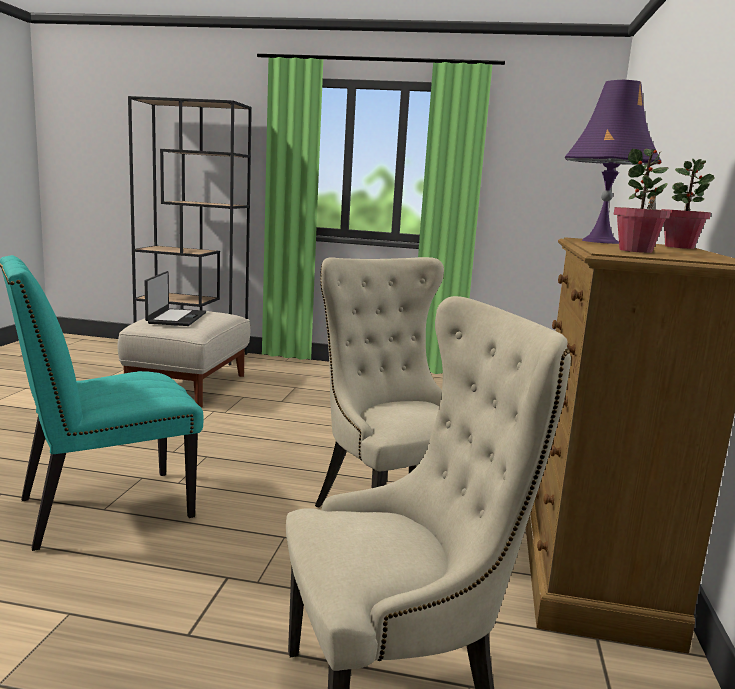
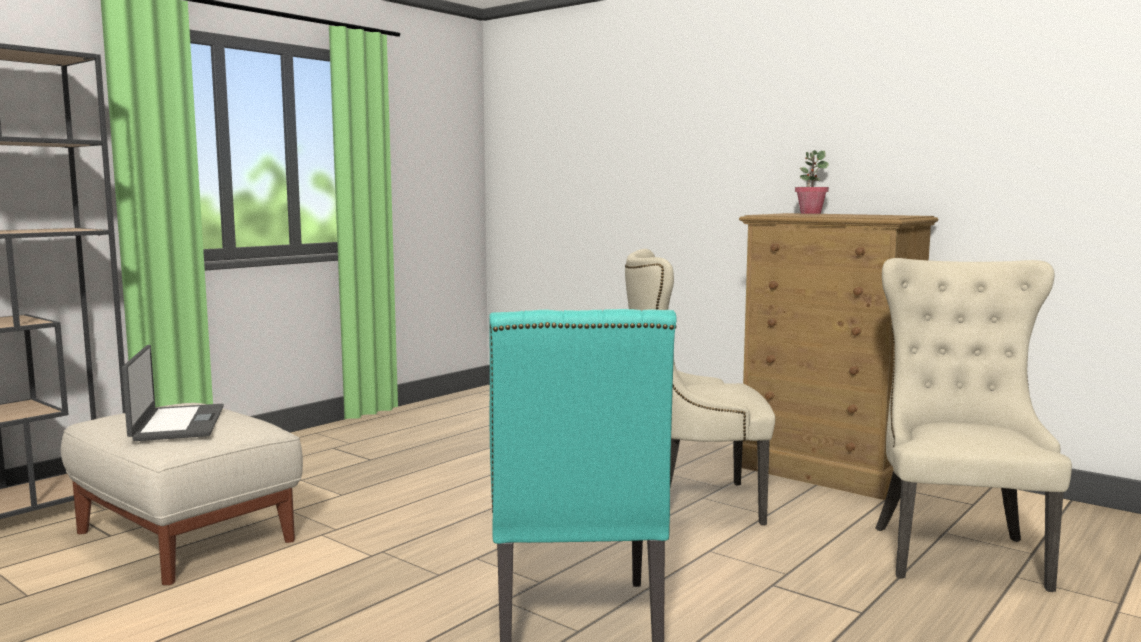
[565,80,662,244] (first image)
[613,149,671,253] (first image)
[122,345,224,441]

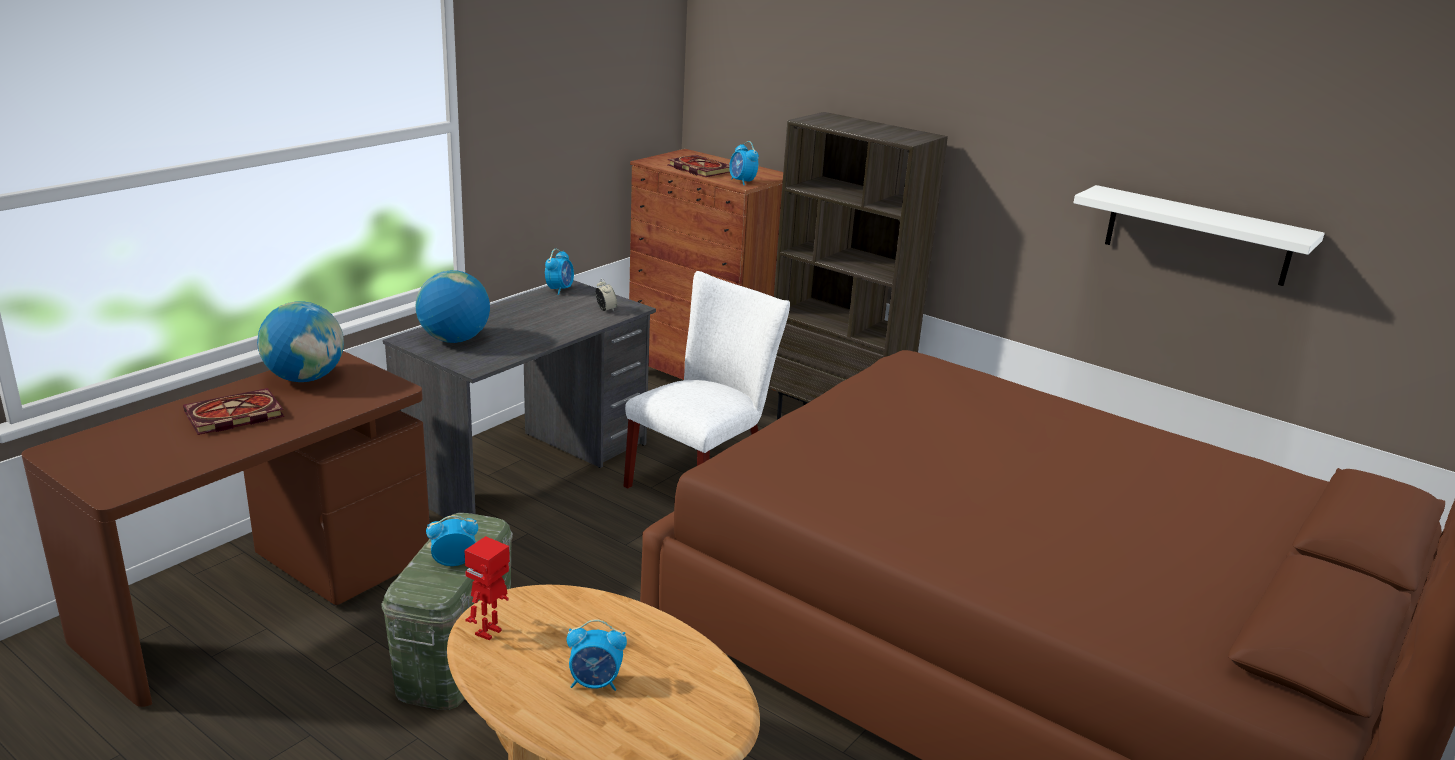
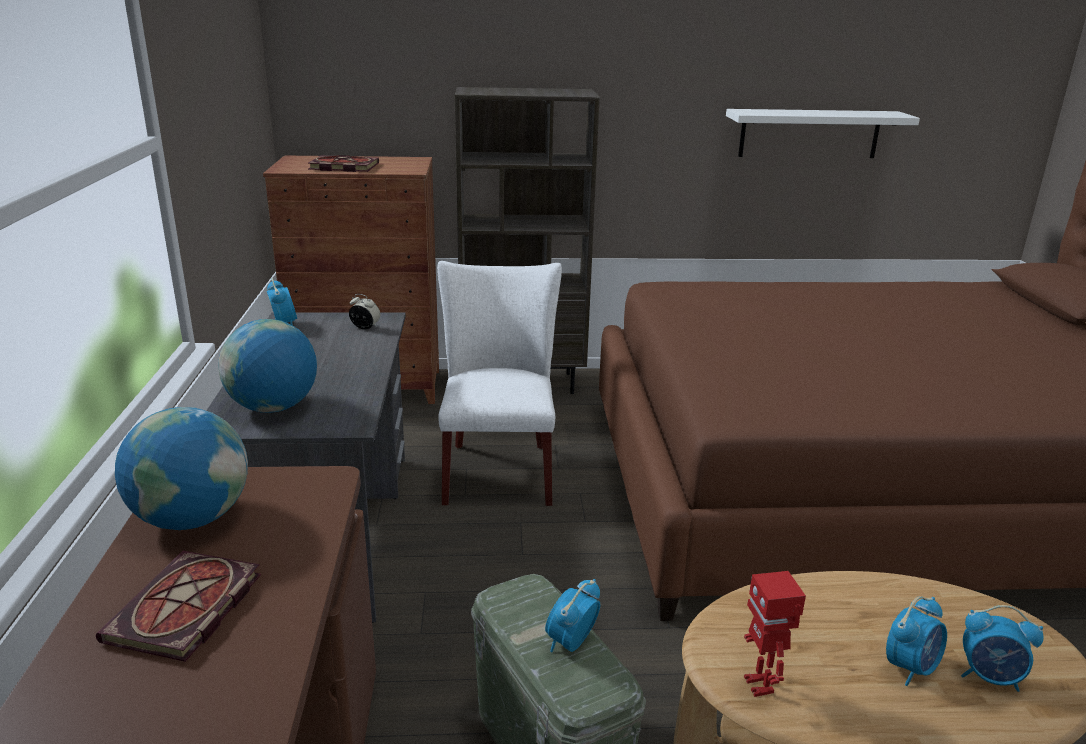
[961,605,1044,692]

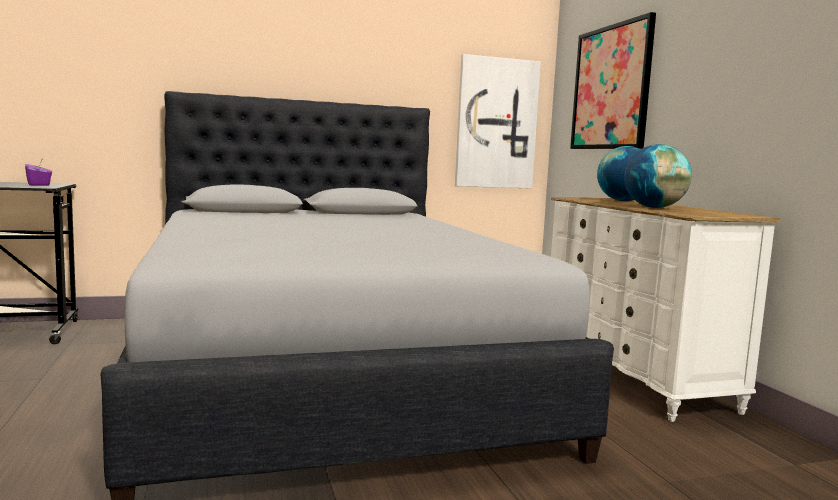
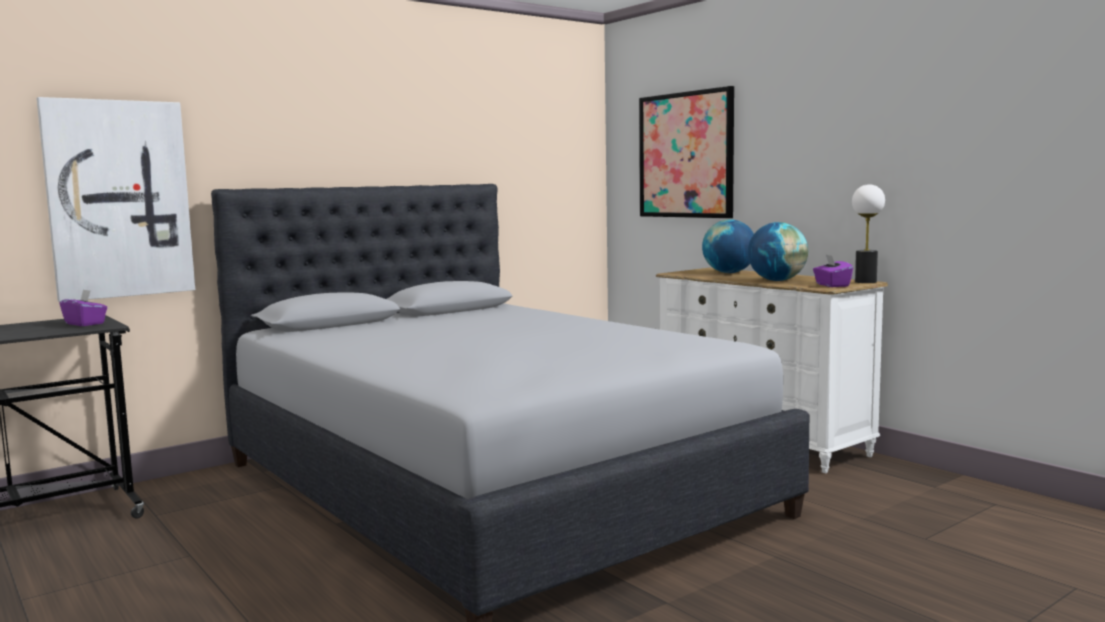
[36,97,195,302]
[852,184,885,283]
[813,255,853,287]

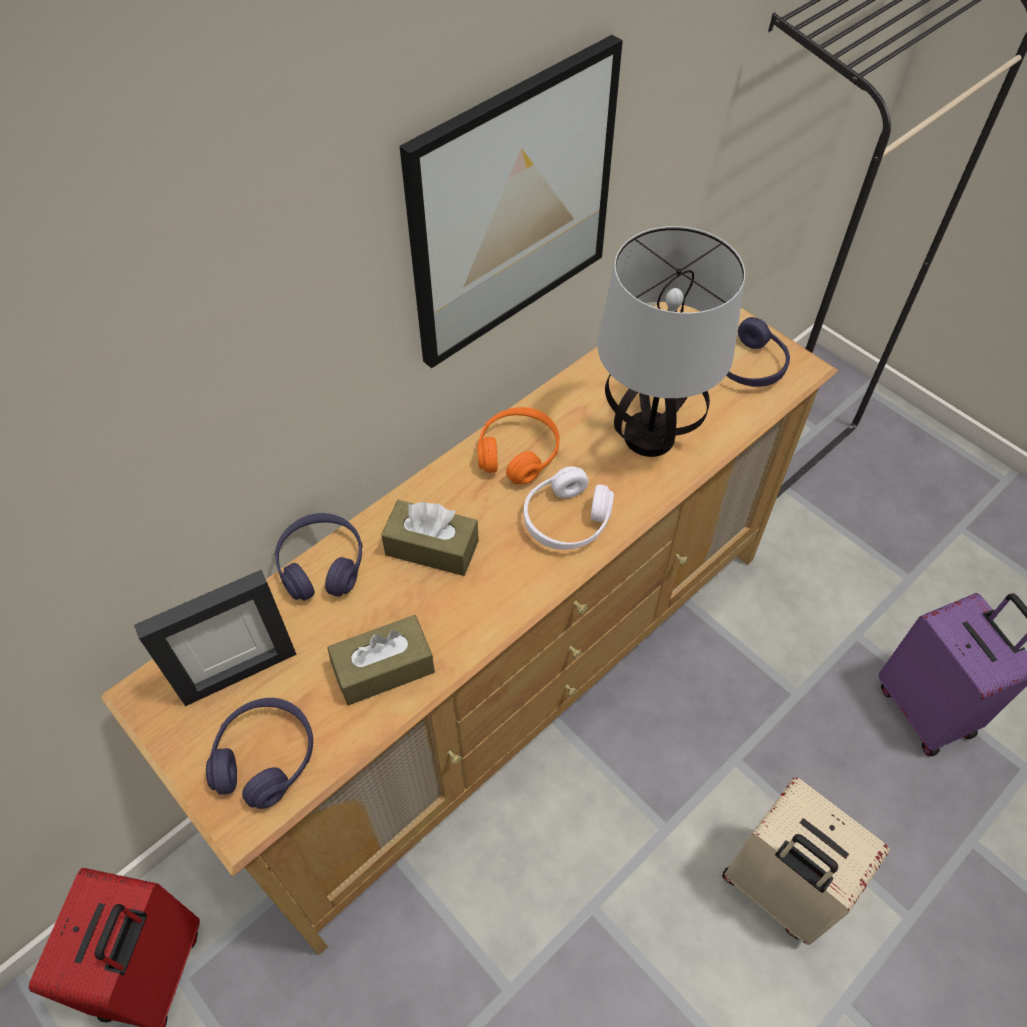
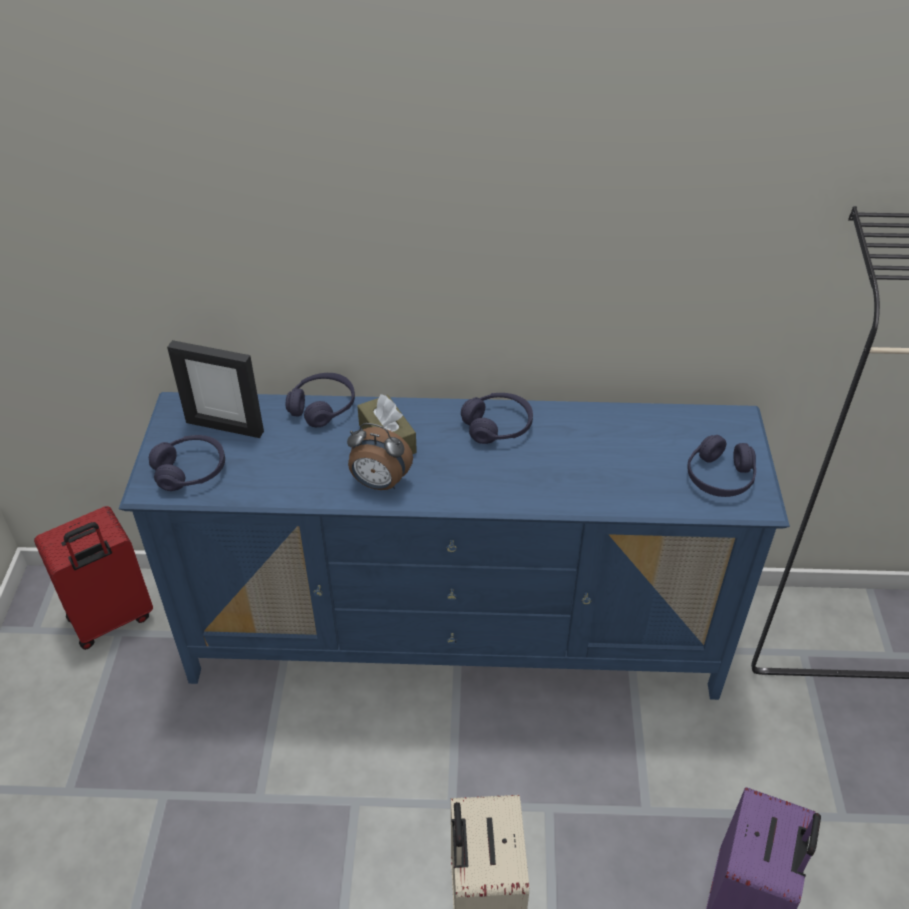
[400,35,623,368] (first image)
[597,226,745,457] (first image)
[119,392,790,700]
[461,393,533,444]
[524,466,614,550] (first image)
[327,615,435,705] (first image)
[347,423,413,490]

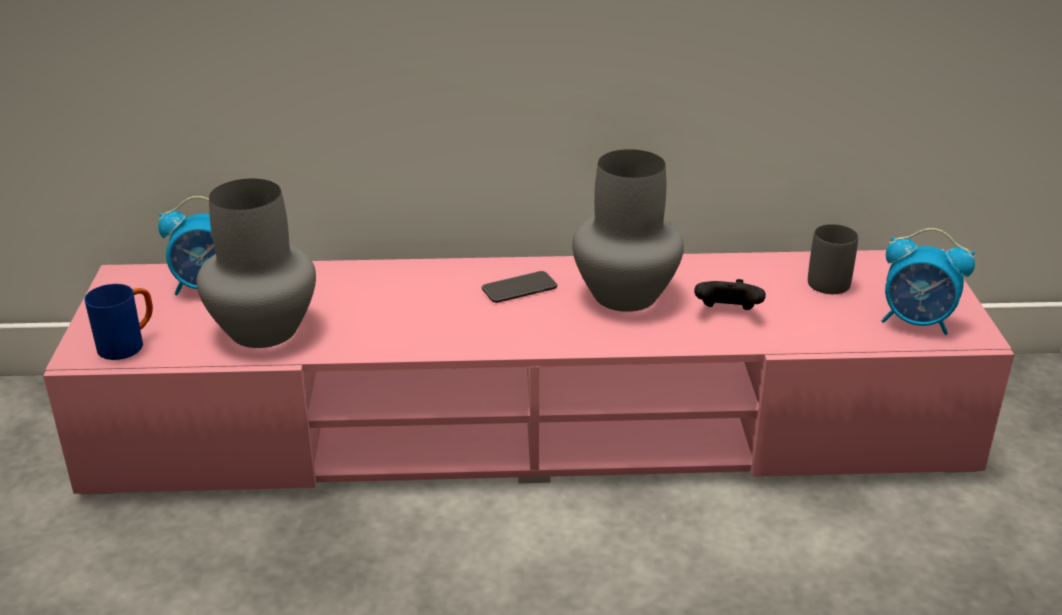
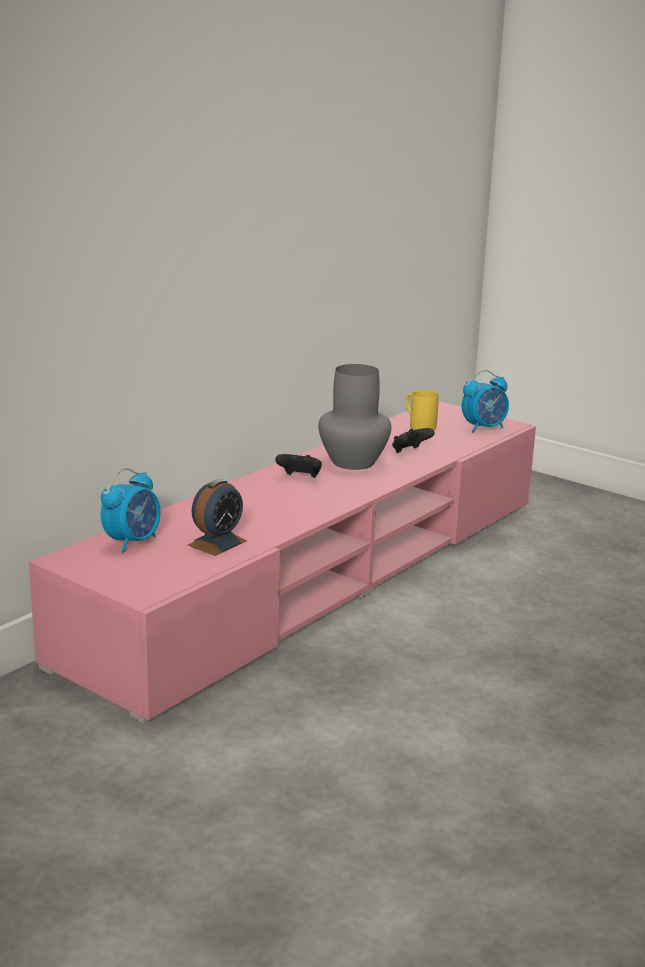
[188,479,247,556]
[406,390,439,430]
[275,454,322,478]
[84,284,153,360] (first image)

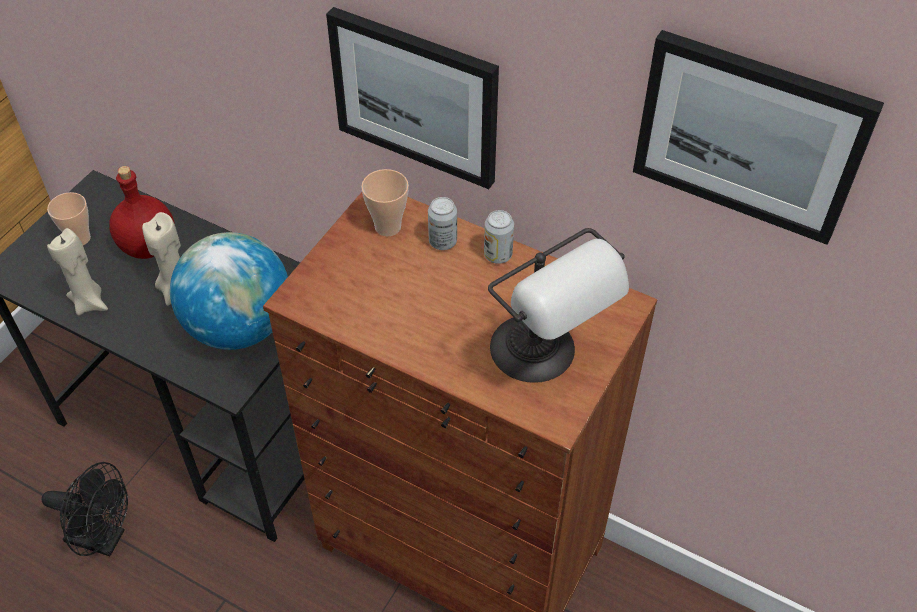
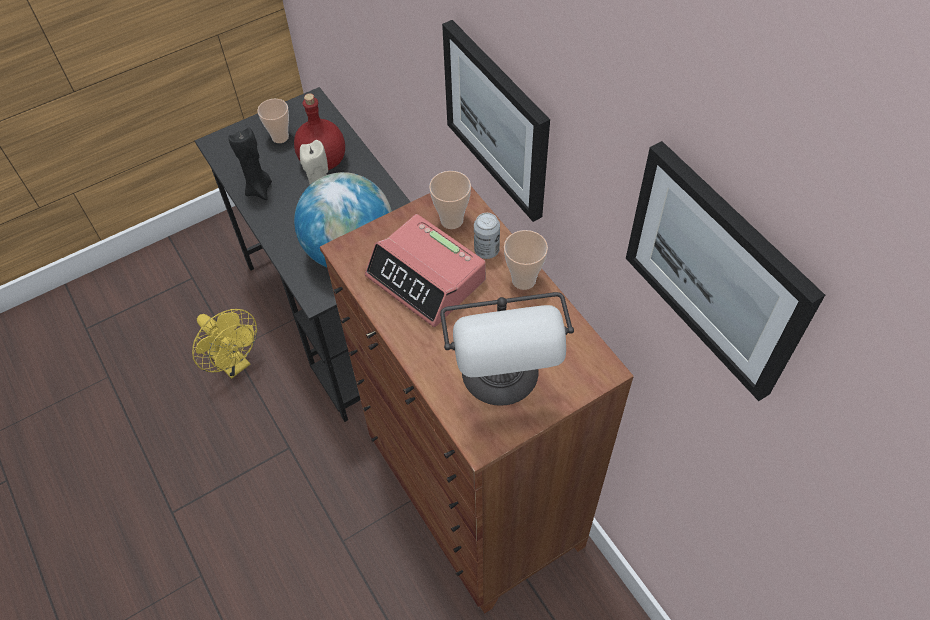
[504,230,548,290]
[228,128,272,200]
[192,309,257,379]
[365,214,486,327]

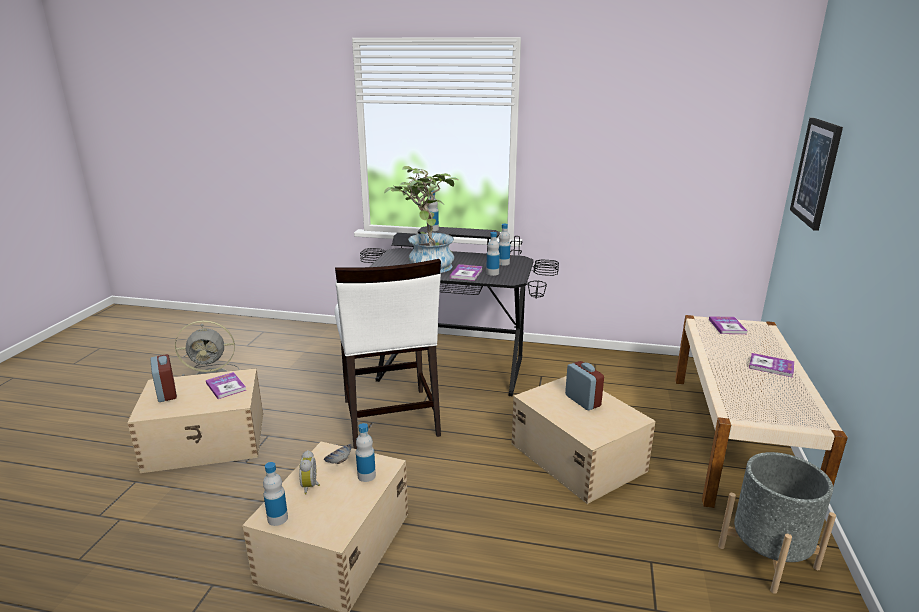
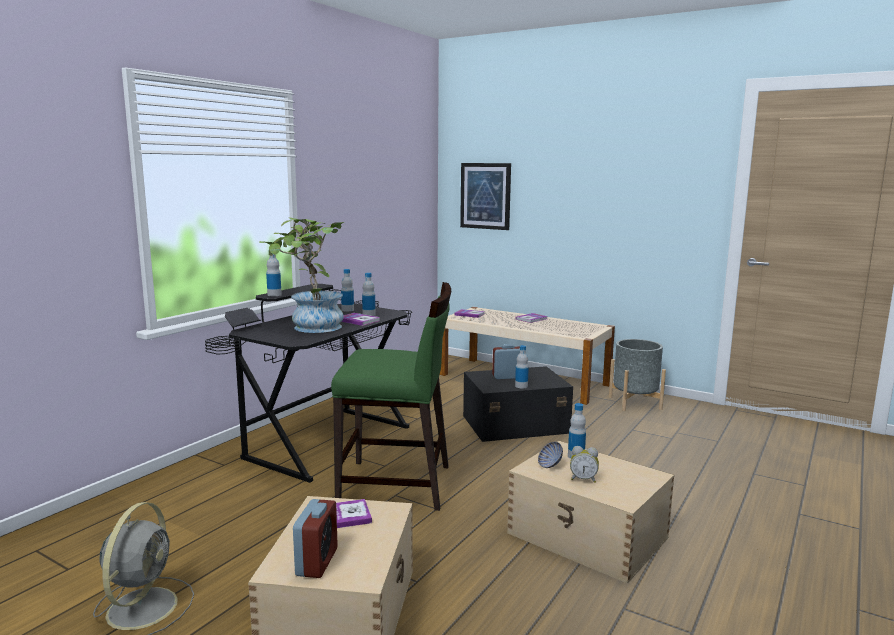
[331,282,451,511]
[293,499,338,578]
[463,366,573,442]
[515,345,529,388]

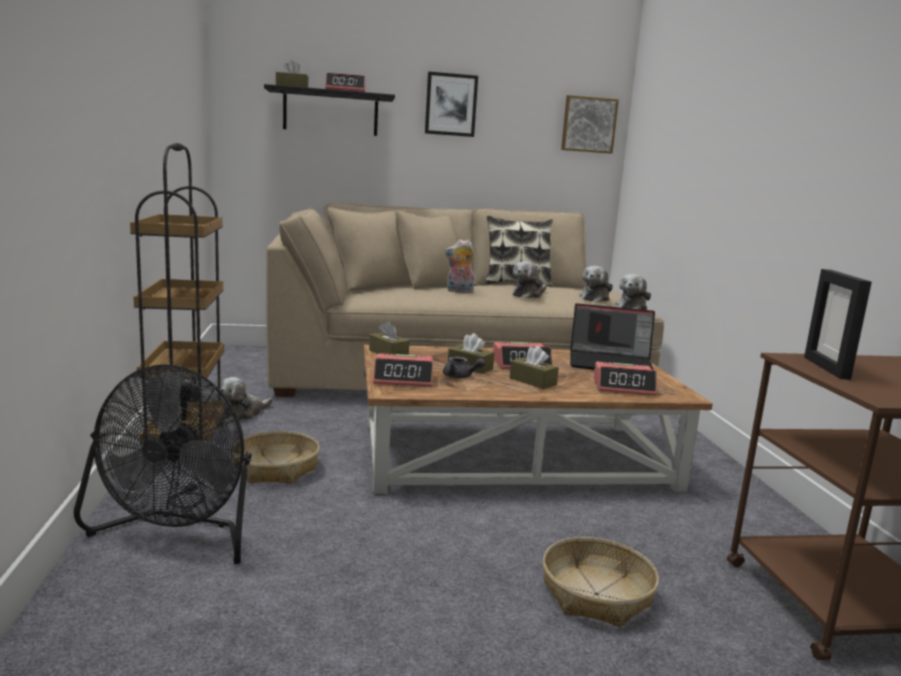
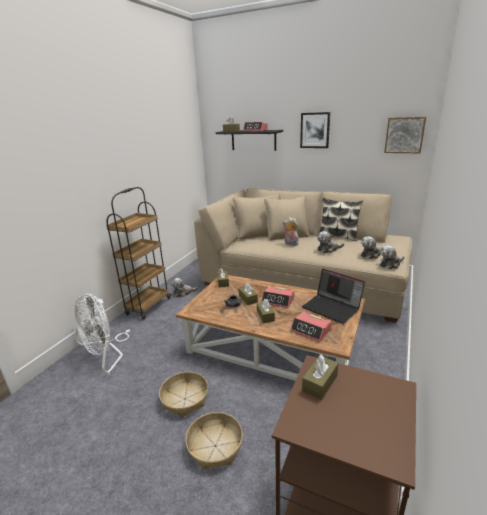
[302,354,338,400]
[373,353,433,387] (first image)
[74,293,131,375]
[159,372,208,417]

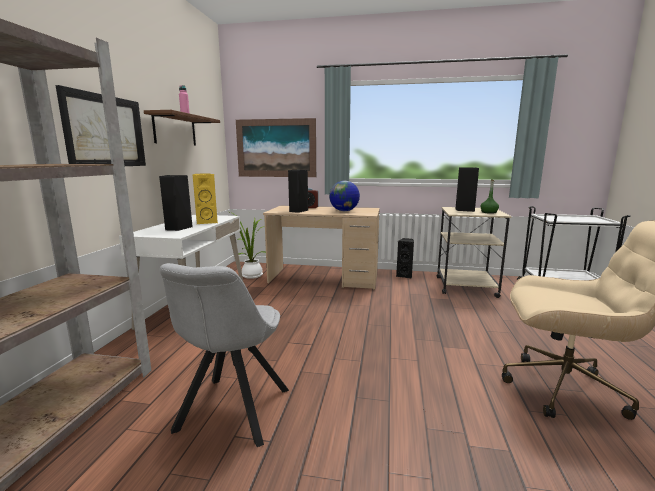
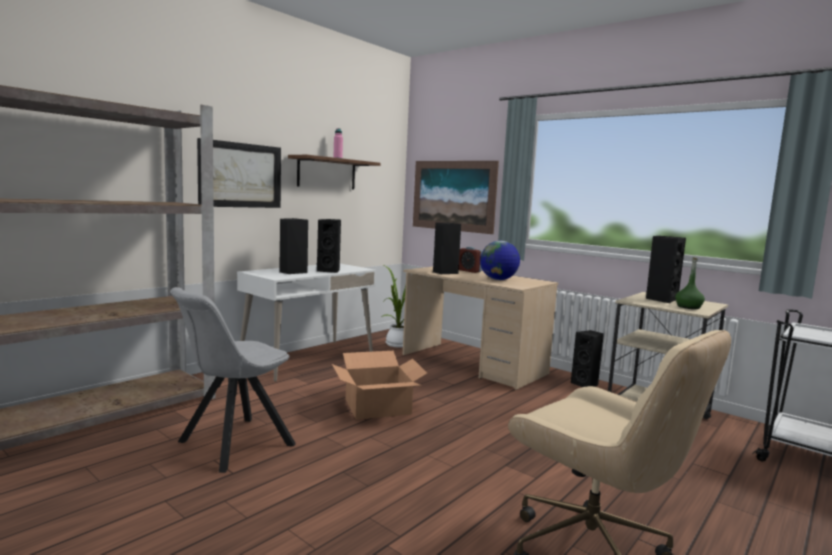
[317,219,341,273]
[332,351,428,420]

